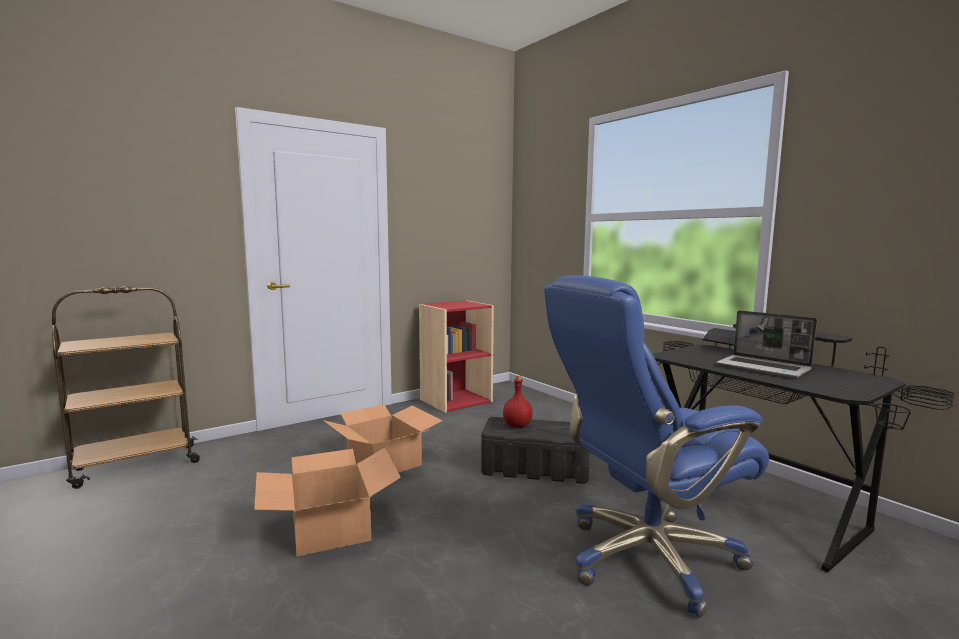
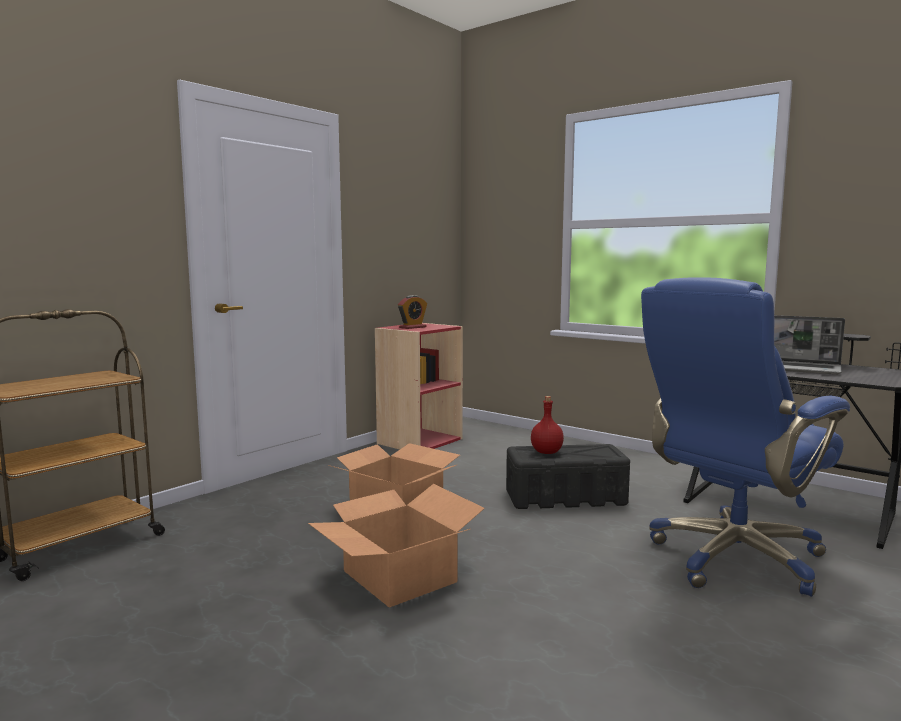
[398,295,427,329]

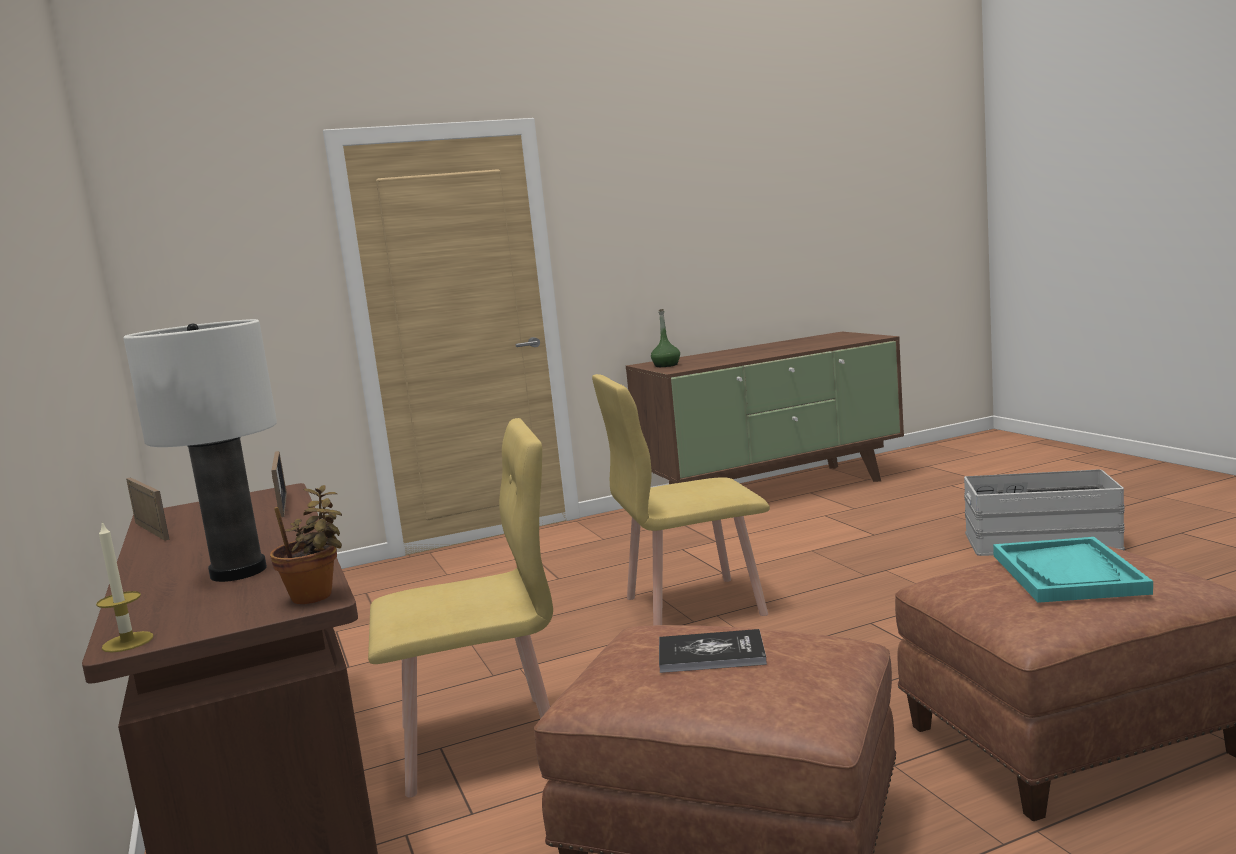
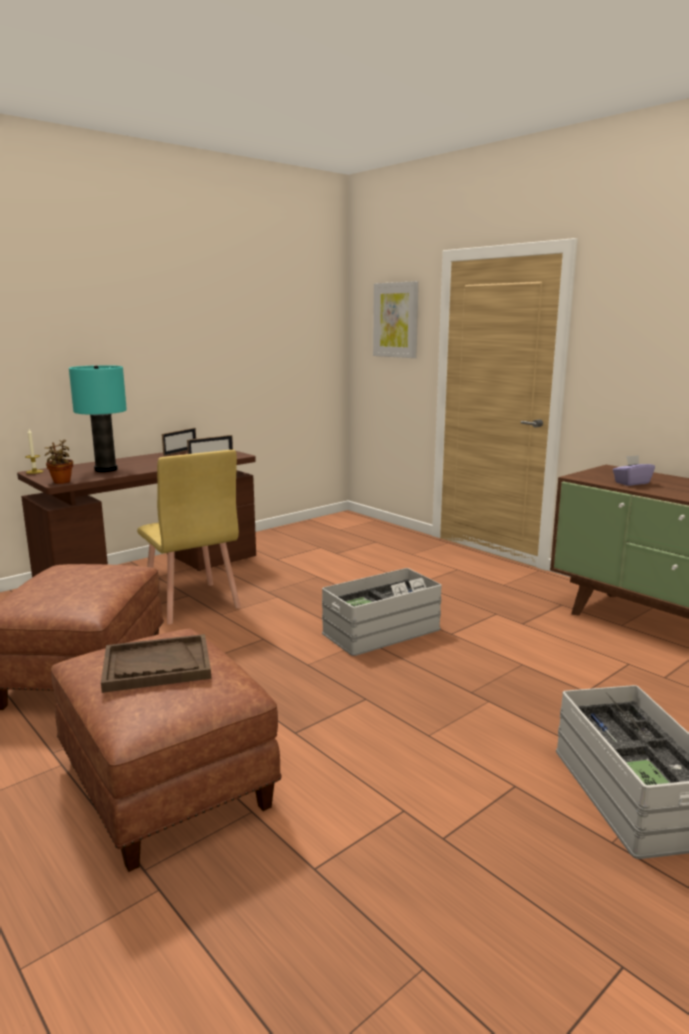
[651,309,680,367] (first image)
[69,365,127,472]
[322,568,442,656]
[101,634,211,693]
[659,629,767,673] (first image)
[373,281,419,358]
[613,455,655,486]

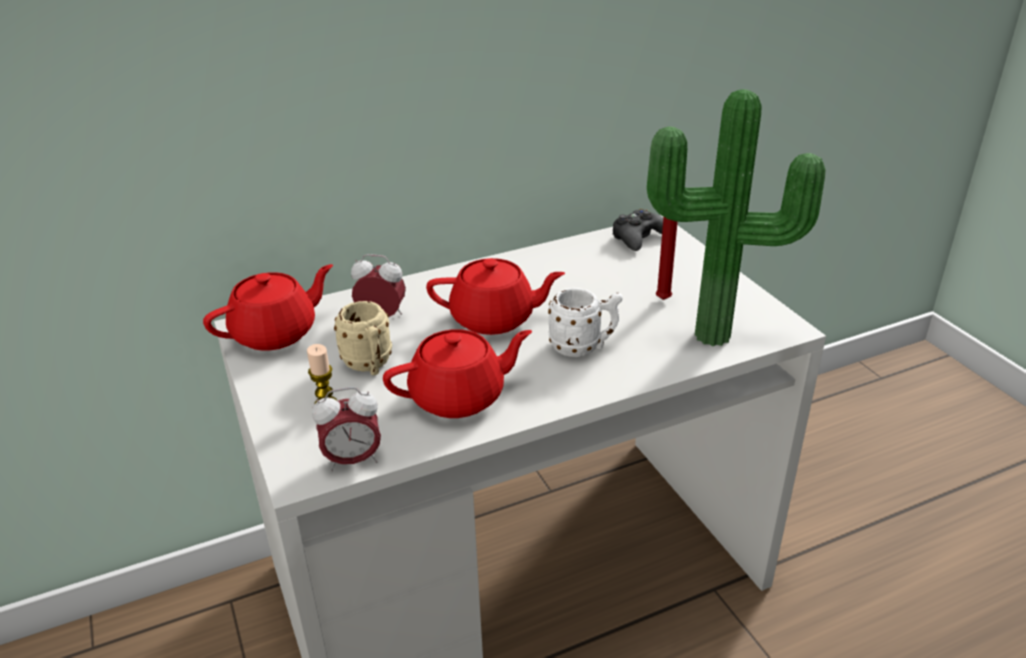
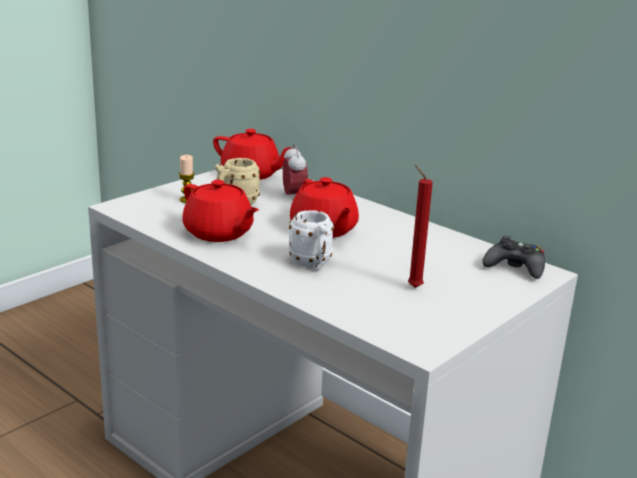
[647,89,825,346] (first image)
[312,387,381,471] (first image)

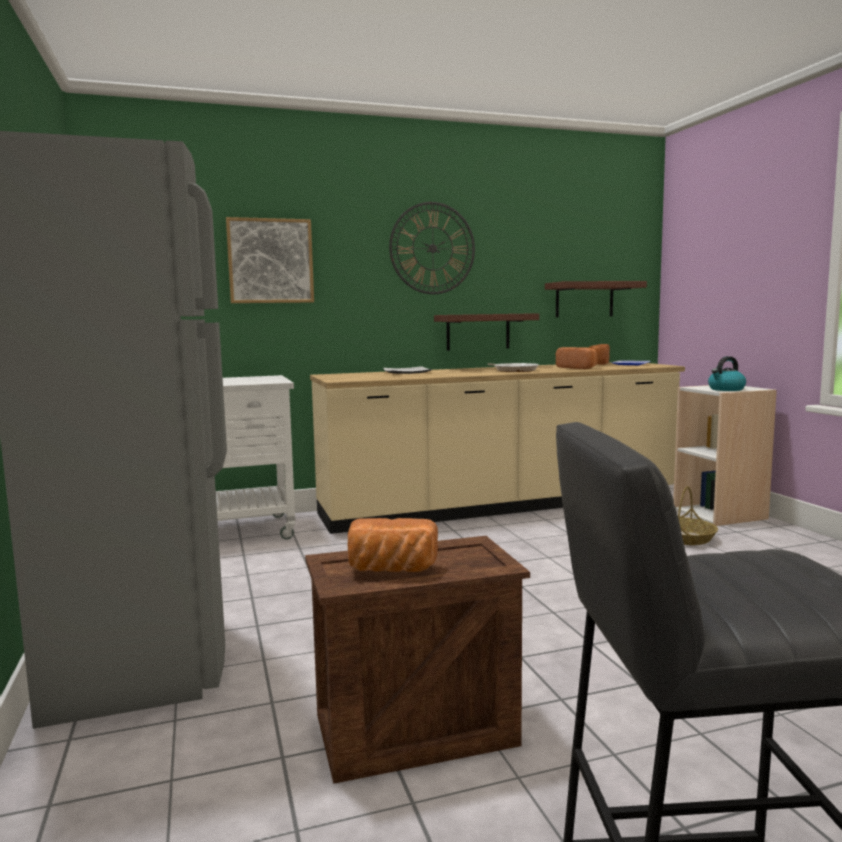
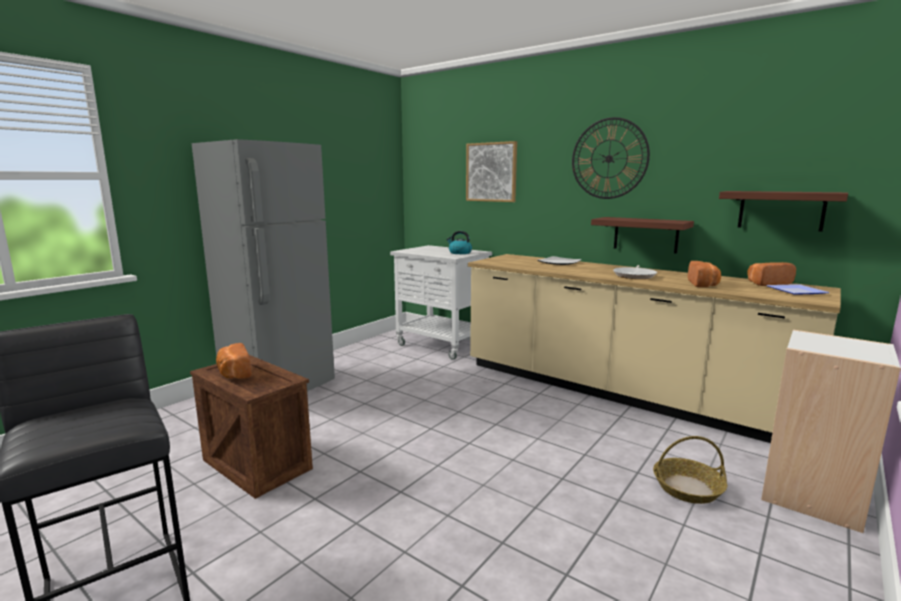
[446,231,472,254]

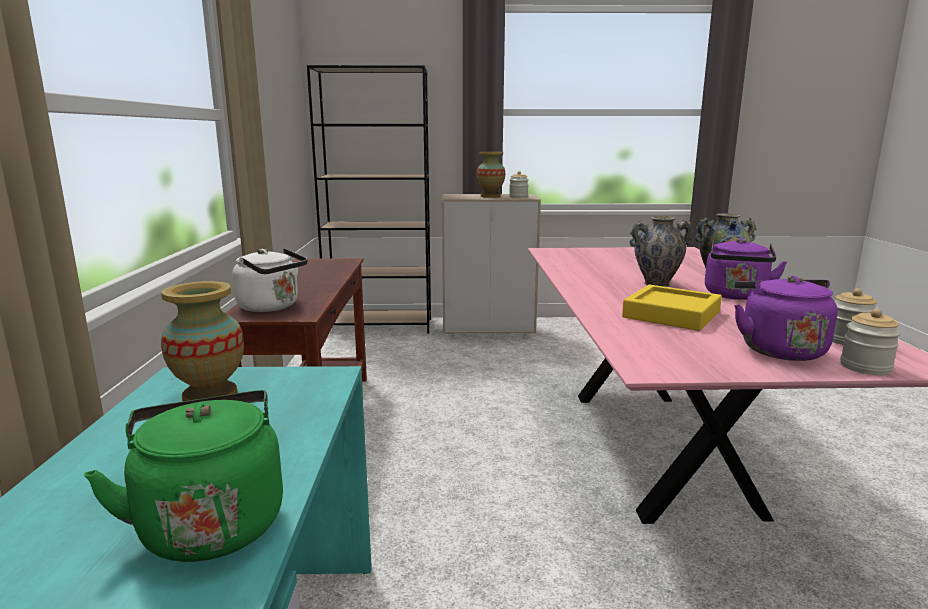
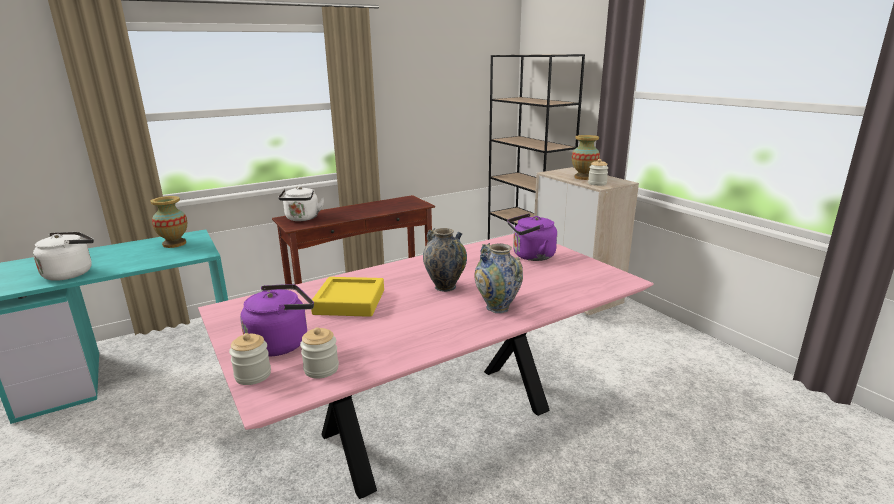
[507,213,557,261]
[33,232,94,281]

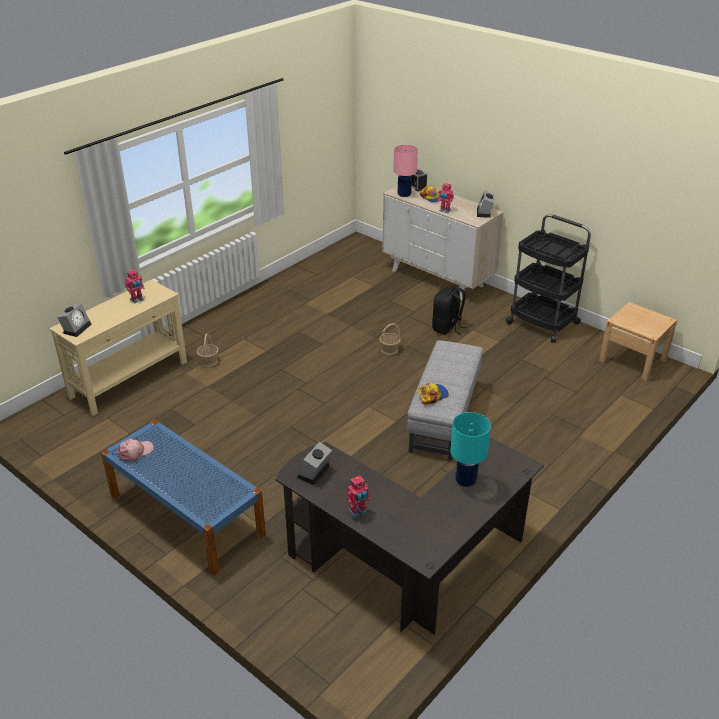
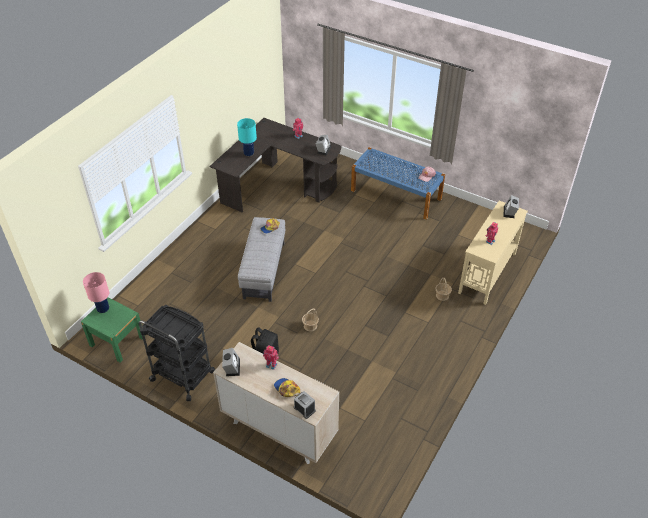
[83,272,109,313]
[81,297,145,363]

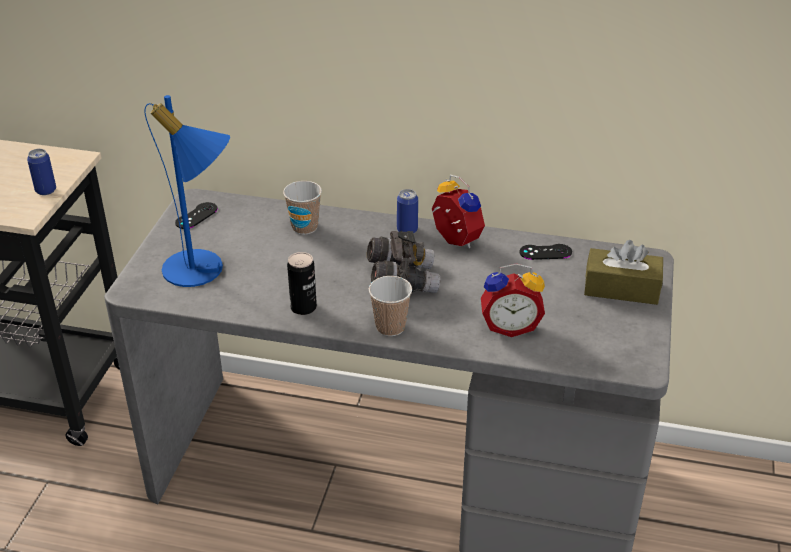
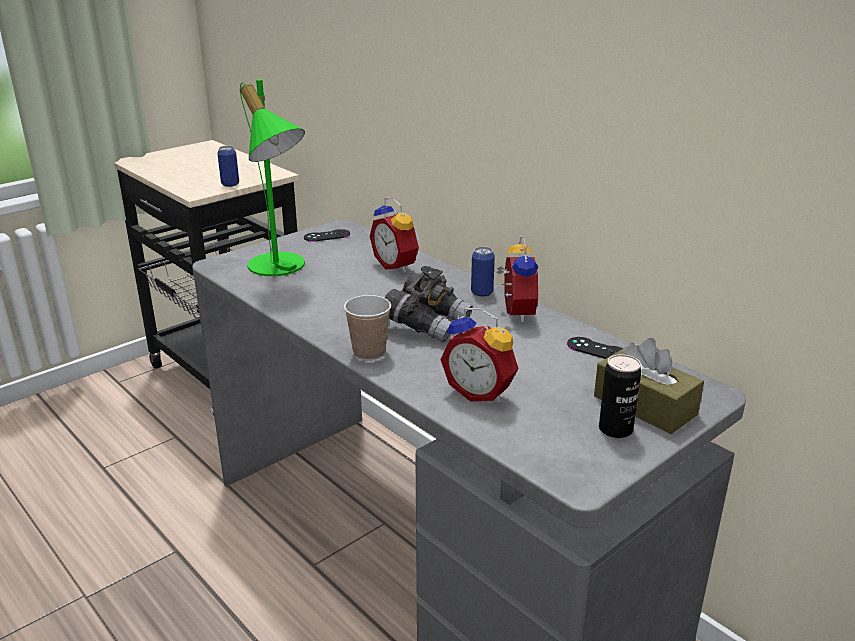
[240,79,305,276]
[370,197,419,273]
[599,354,641,438]

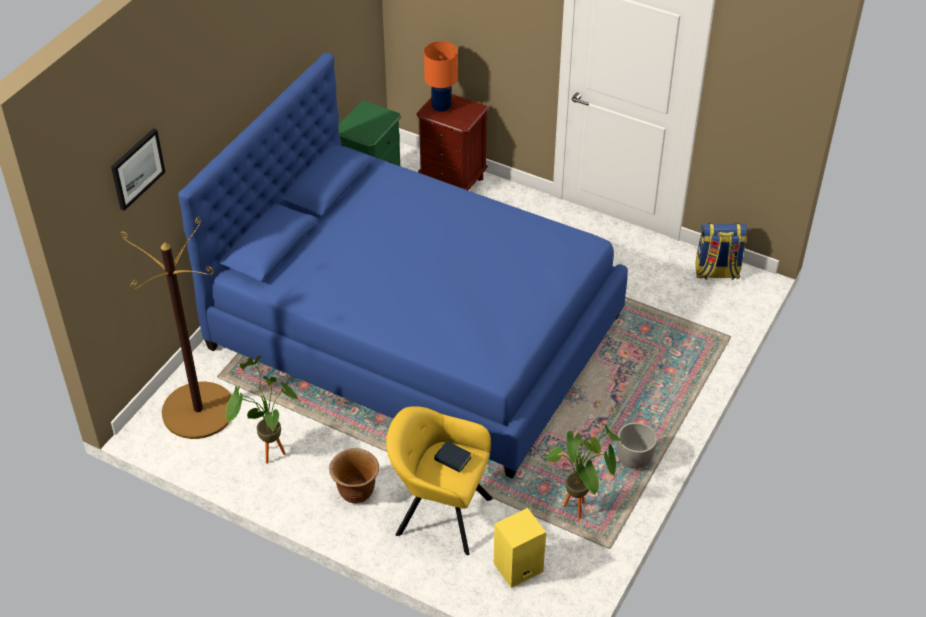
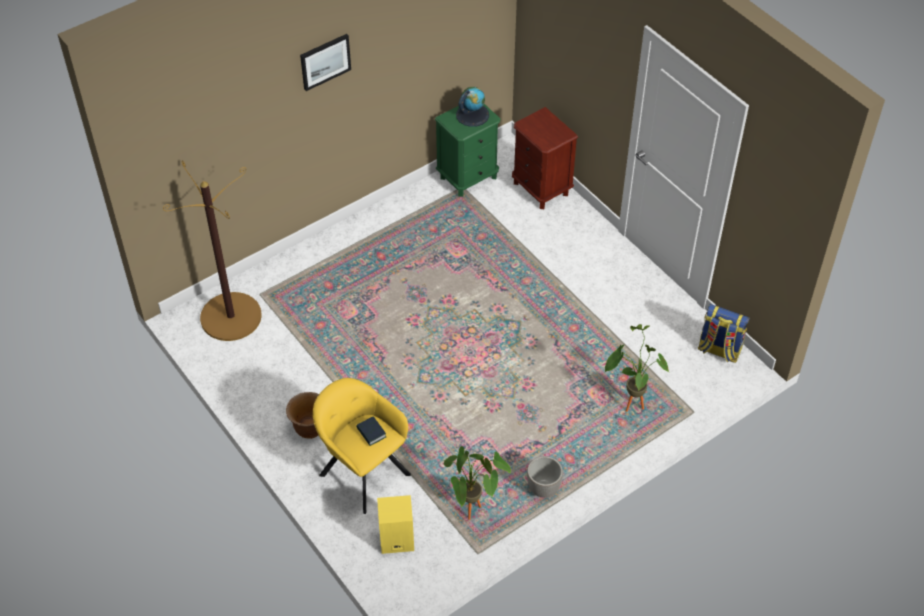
[424,41,458,112] (first image)
[178,53,628,478] (first image)
[300,34,351,91]
[605,324,669,412]
[456,87,489,127]

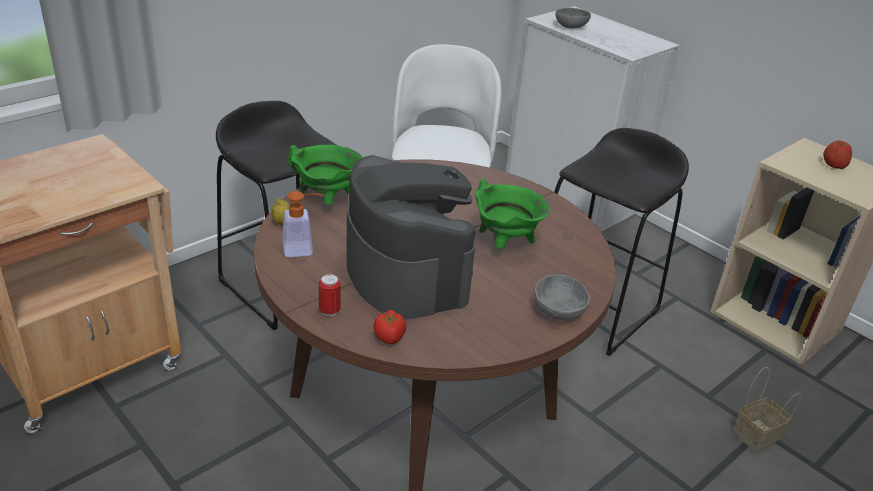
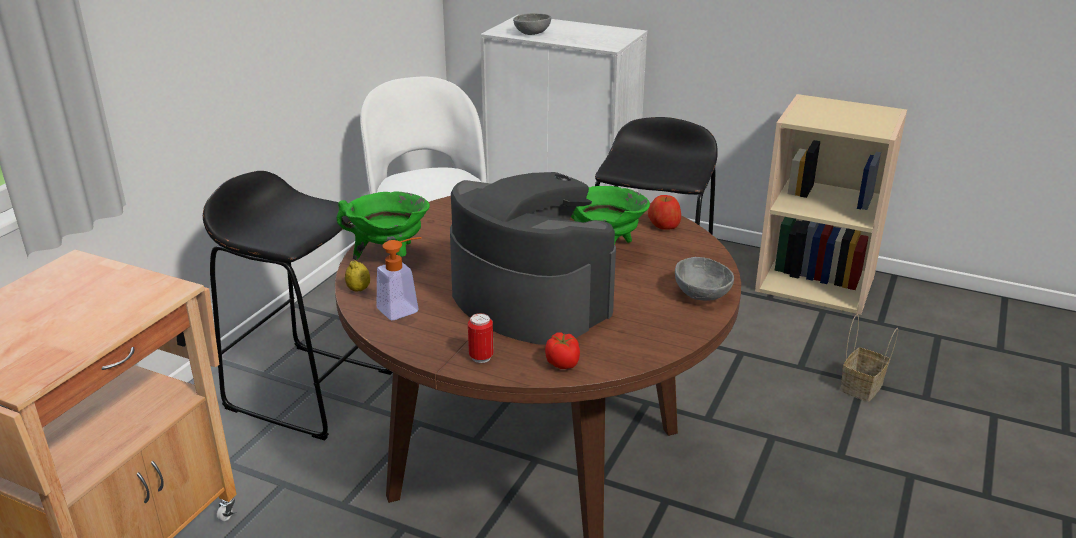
[648,195,681,230]

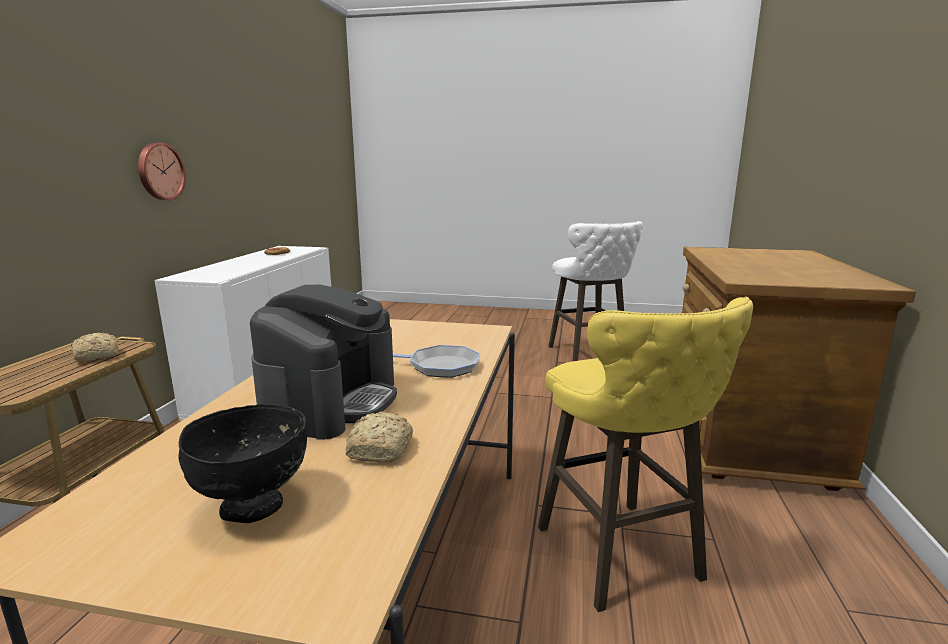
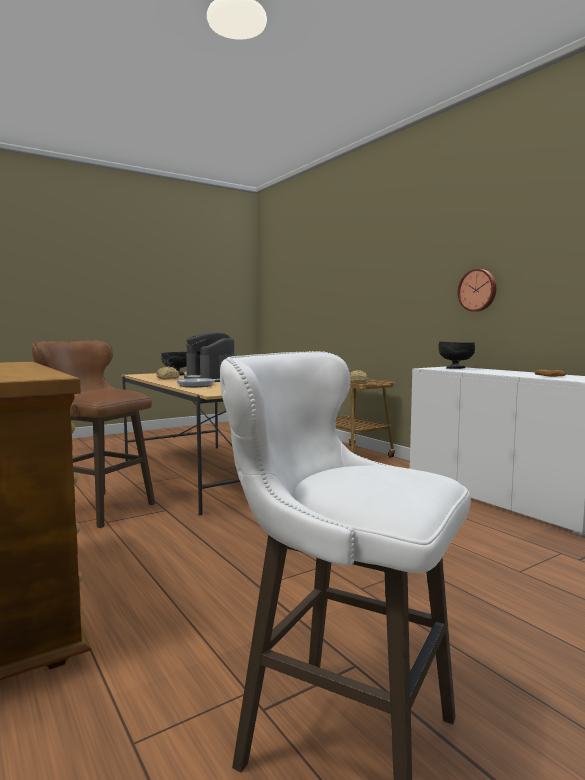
[32,340,155,528]
[439,342,475,369]

